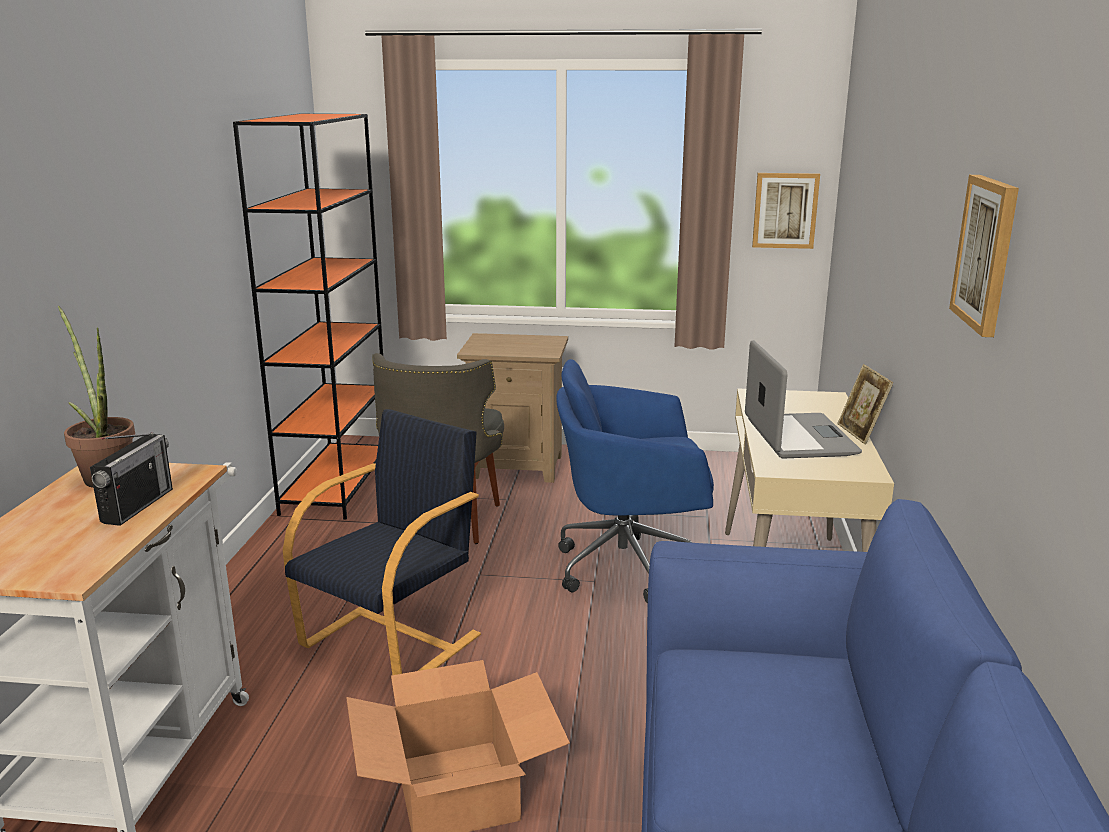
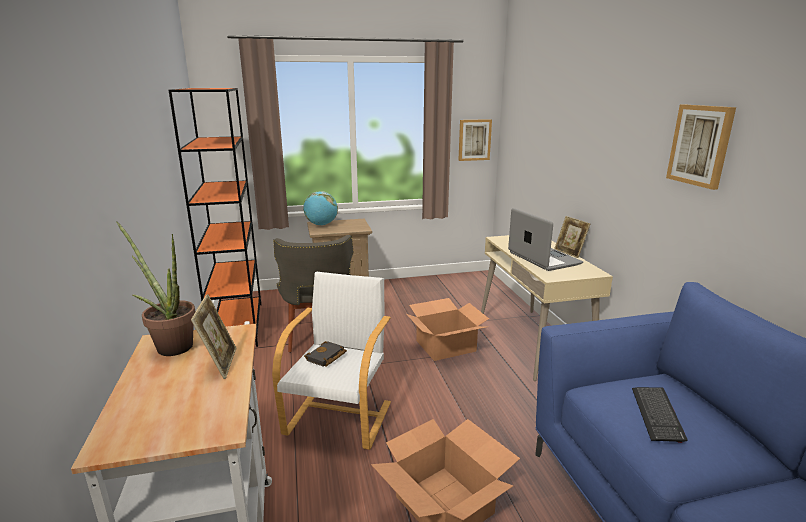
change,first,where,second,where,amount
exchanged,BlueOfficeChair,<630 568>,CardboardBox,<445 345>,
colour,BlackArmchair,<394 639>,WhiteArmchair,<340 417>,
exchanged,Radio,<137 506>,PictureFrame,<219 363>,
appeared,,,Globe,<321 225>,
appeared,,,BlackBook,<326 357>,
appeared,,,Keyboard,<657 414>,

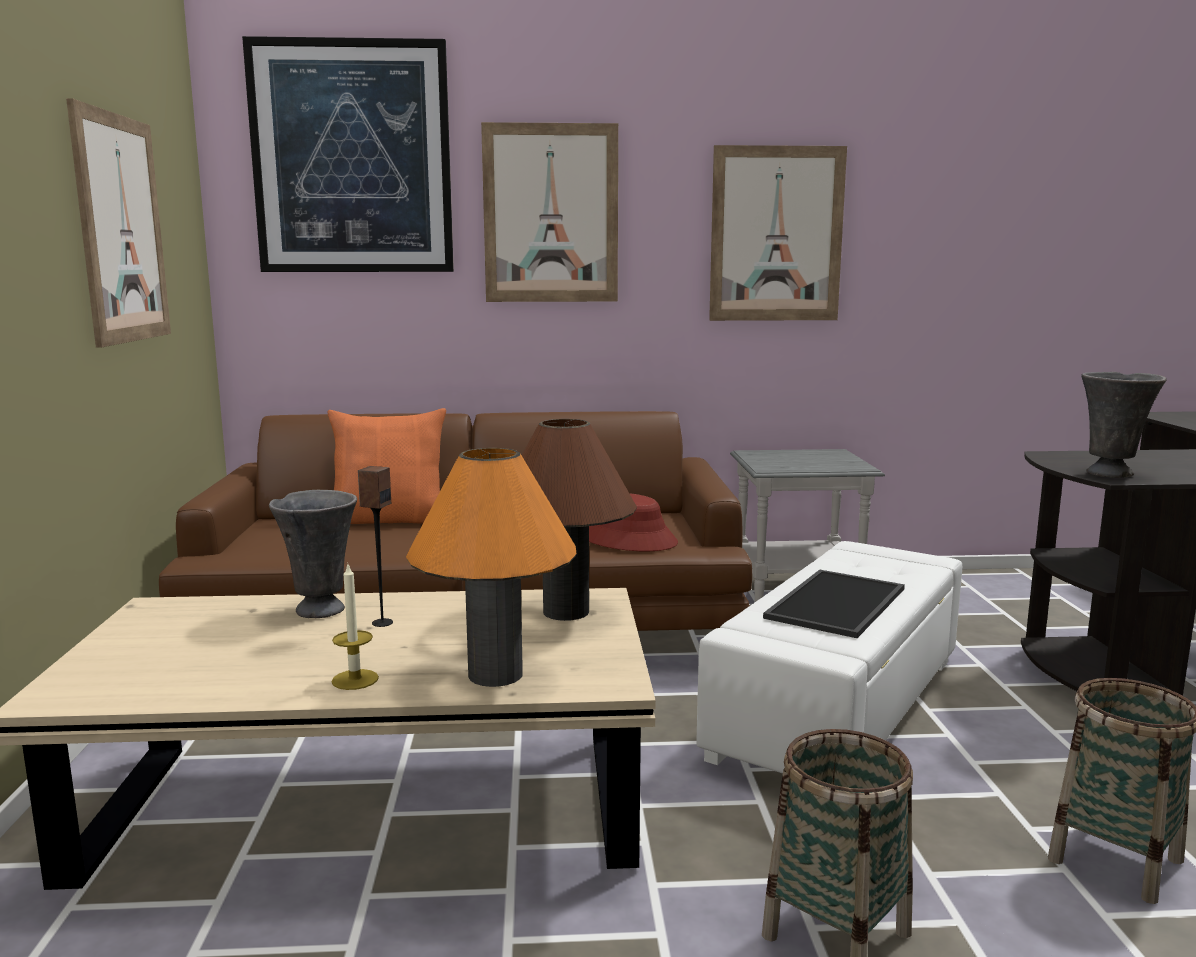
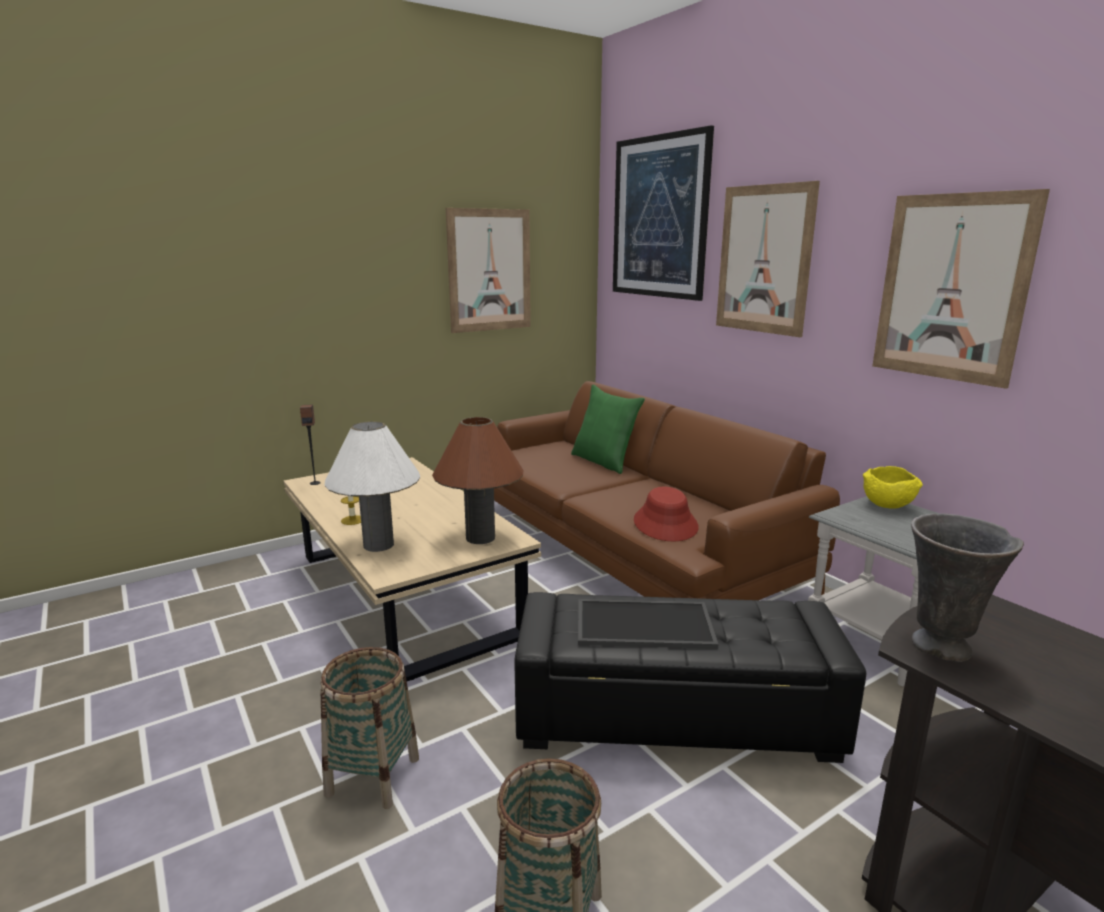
change,first,where,second,where,amount
colour,OrangePillow,<390 520>,GreenPillow,<604 462>,
colour,OrangeTableLamp,<495 674>,WhiteTableLamp,<378 545>,
relocated,Speaker,<382 623>,,<315 483>,
missing,GreyVase,<321 609>,,,
colour,WhiteOttoman,<840 706>,BlackOttoman,<674 716>,
appeared,,,YellowBowl,<888 506>,

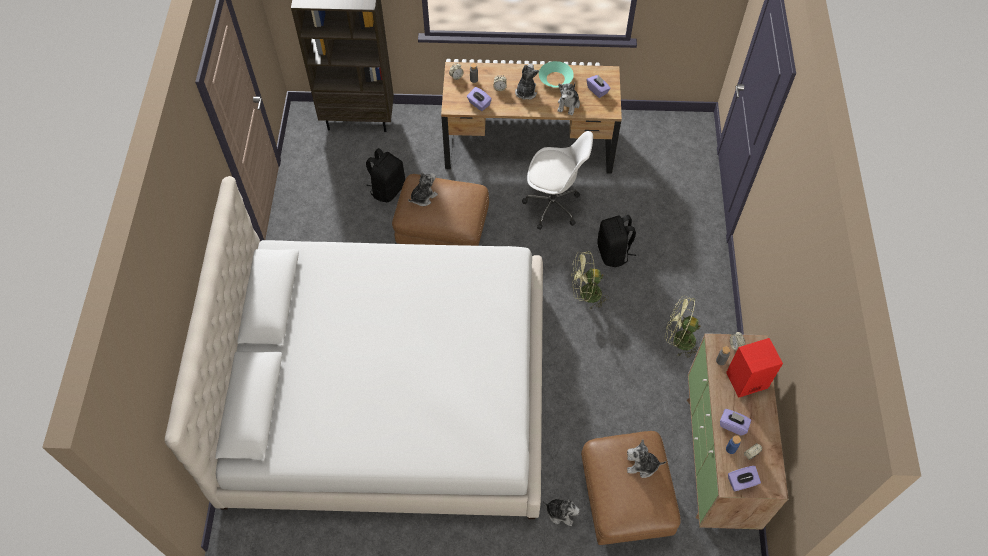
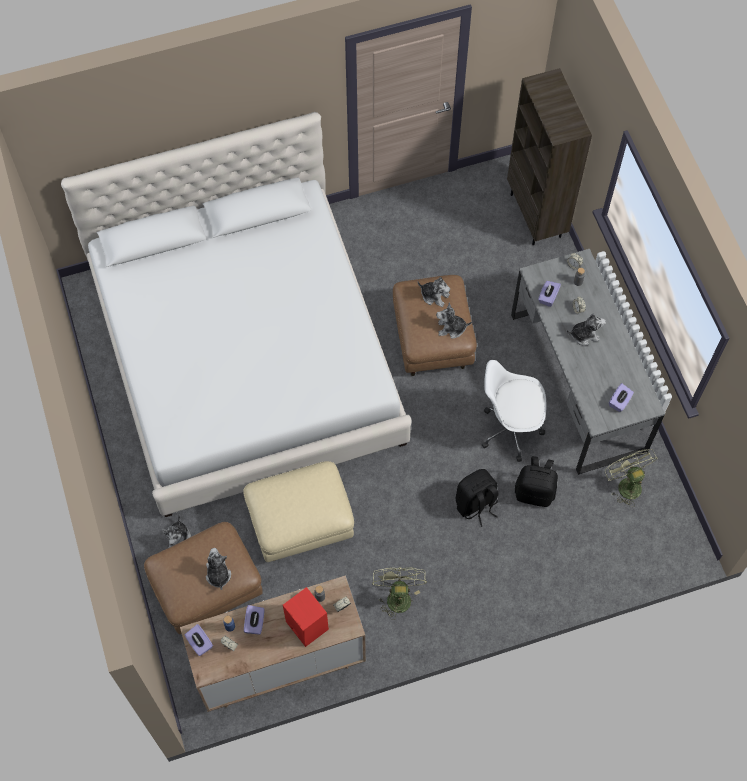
change,first,where,second,where,amount
missing,TurquoiseBowl,<555 78>,,,
colour,BrownDesk,<528 145>,GreyDesk,<577 382>,
relocated,PlushToy,<568 104>,,<451 328>,
spun,WhiteOfficeChair,<553 207>,,<509 430>,105 degrees clockwise
relocated,BlackBackpack,<387 189>,,<535 492>,
relocated,GreenFan,<585 294>,,<626 484>,
appeared,,,BeigeOttoman,<301 524>,

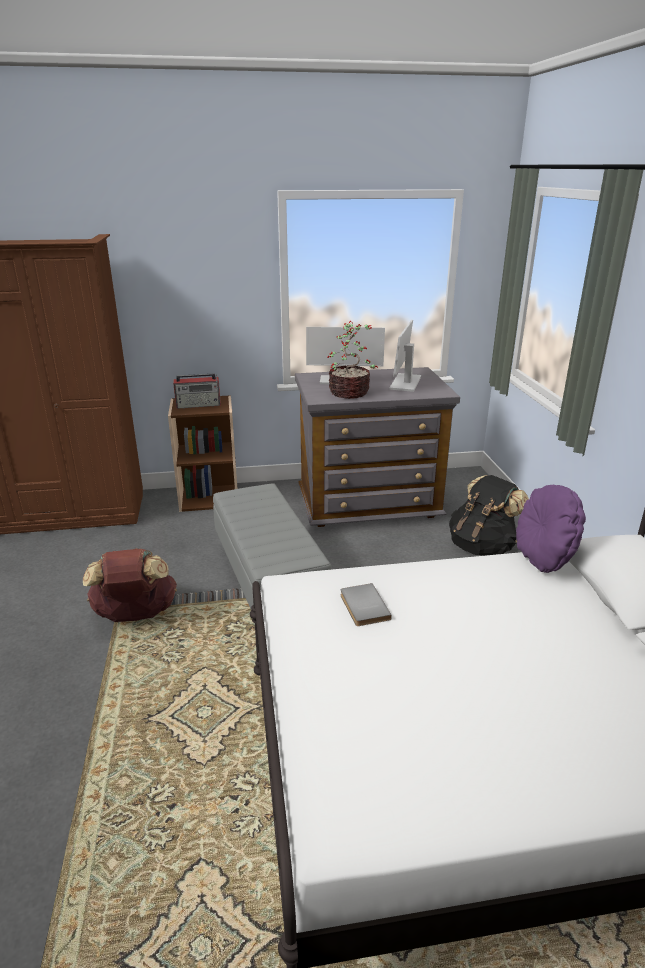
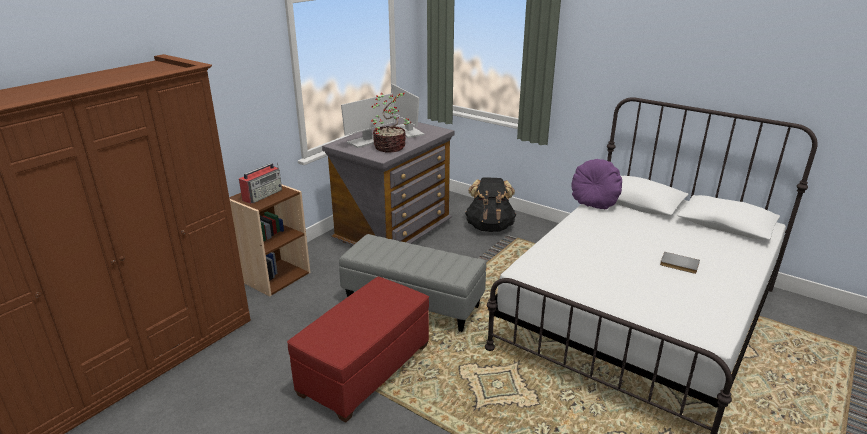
change,first,where,second,where,amount
exchanged,BrownBackpack,<135 615>,RedOttoman,<365 369>,
relocated,GreyBook,<362 607>,,<679 264>,

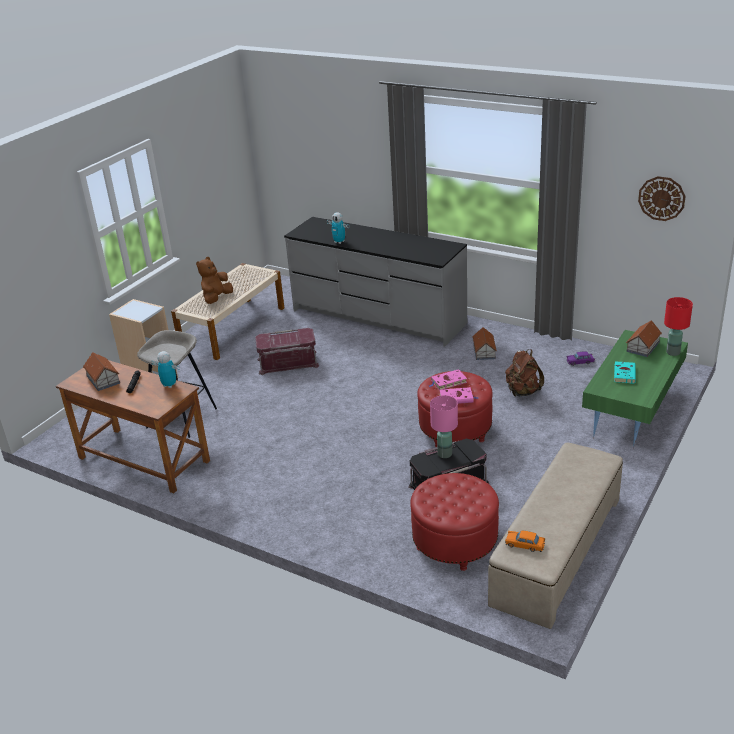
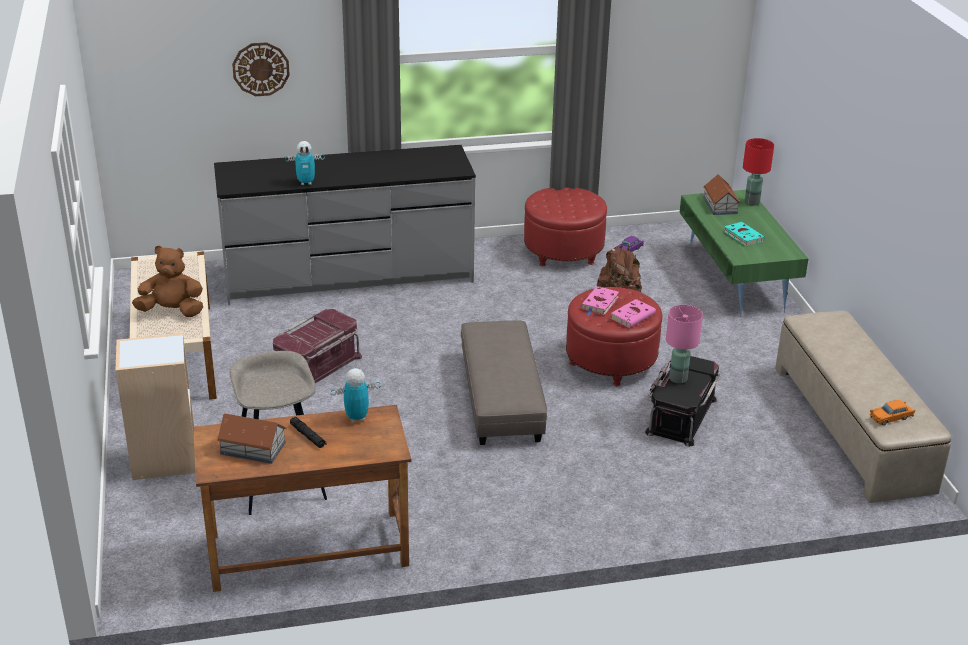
change,first,where,second,where,amount
relocated,WallClock,<661 198>,,<261 69>,
spun,BrownPlushToy,<216 298>,,<172 311>,105 degrees clockwise
missing,ToyHouse,<484 351>,,,
relocated,RedOttoman,<455 543>,,<563 252>,
appeared,,,GreyOttoman,<501 397>,

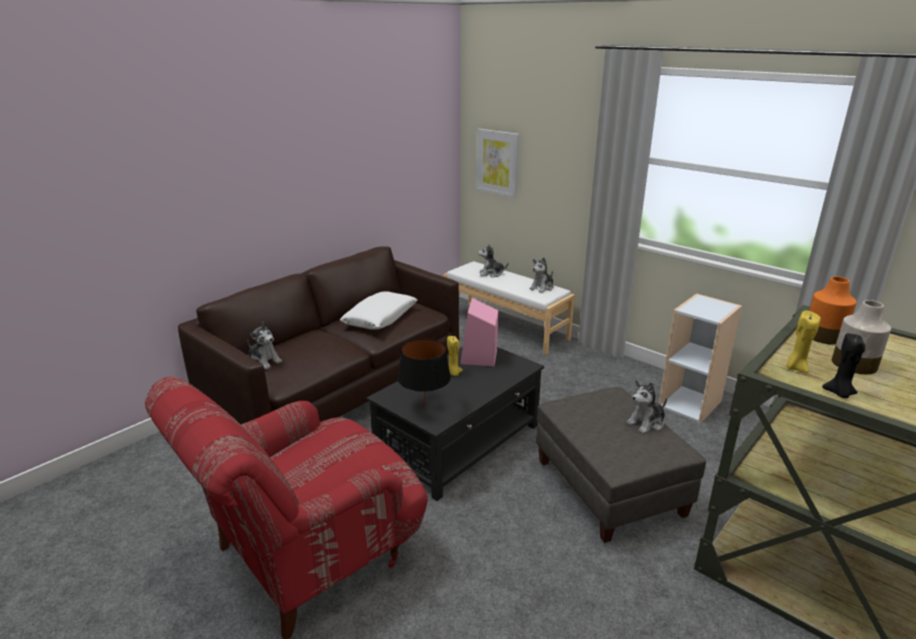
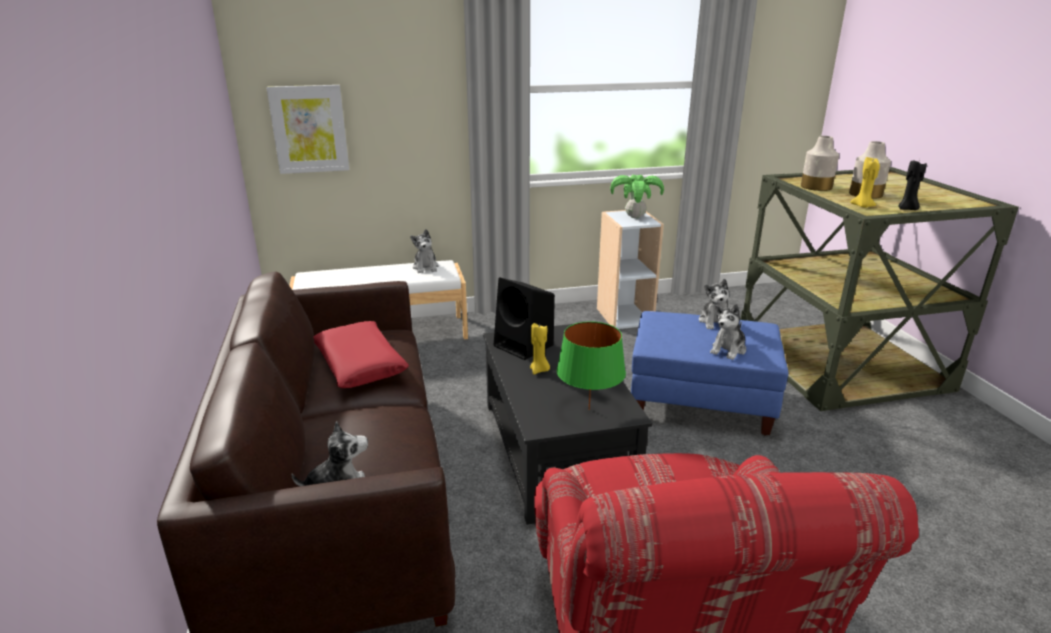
change,first,where,second,where,amount
relocated,PlushToy,<491 274>,,<728 349>,
colour,OrangeVase,<824 335>,BeigeVase,<816 186>,
colour,WhitePillow,<380 318>,RedPillow,<360 364>,
colour,PinkSpeaker,<479 357>,BlackSpeaker,<525 346>,
colour,BlackTableLamp,<425 406>,GreenTableLamp,<589 409>,
colour,GreyOttoman,<609 488>,BlueOttoman,<700 401>,
appeared,,,PottedPlant,<635 217>,

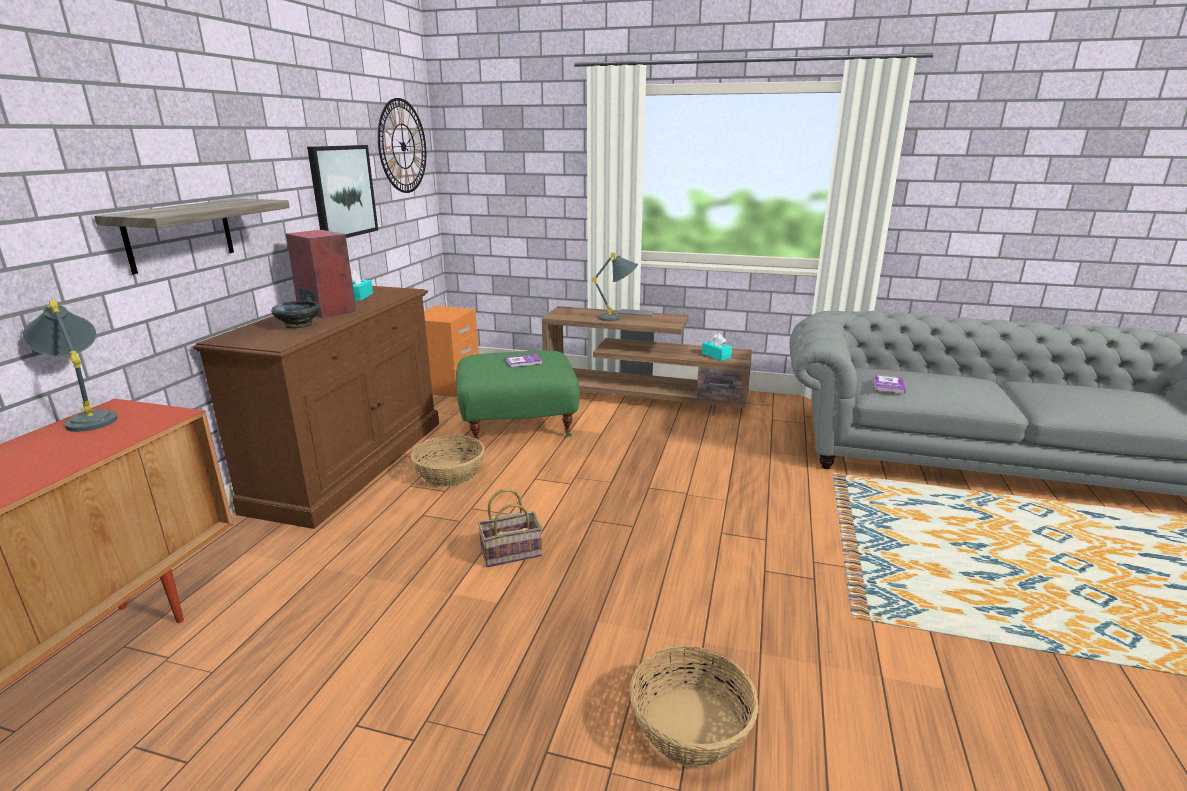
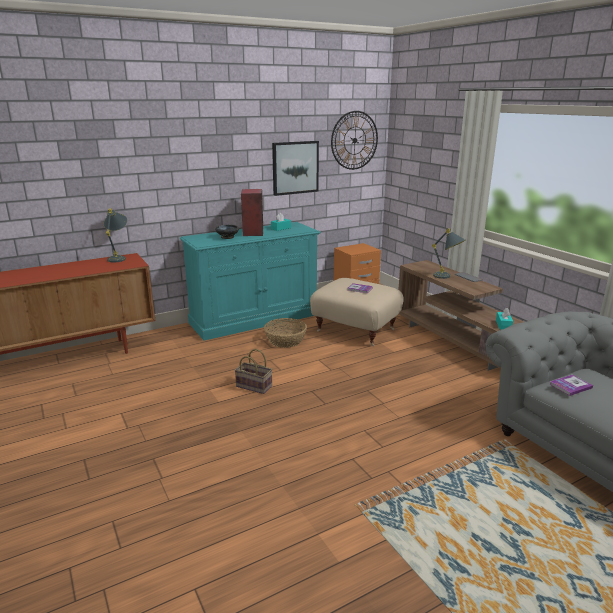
change,first,where,second,where,amount
missing,Shelf,<180 234>,,,
colour,BrownCabinet,<353 462>,TurquoiseCabinet,<256 319>,
colour,GreenOttoman,<519 425>,BeigeOttoman,<356 330>,
missing,Basket,<689 725>,,,

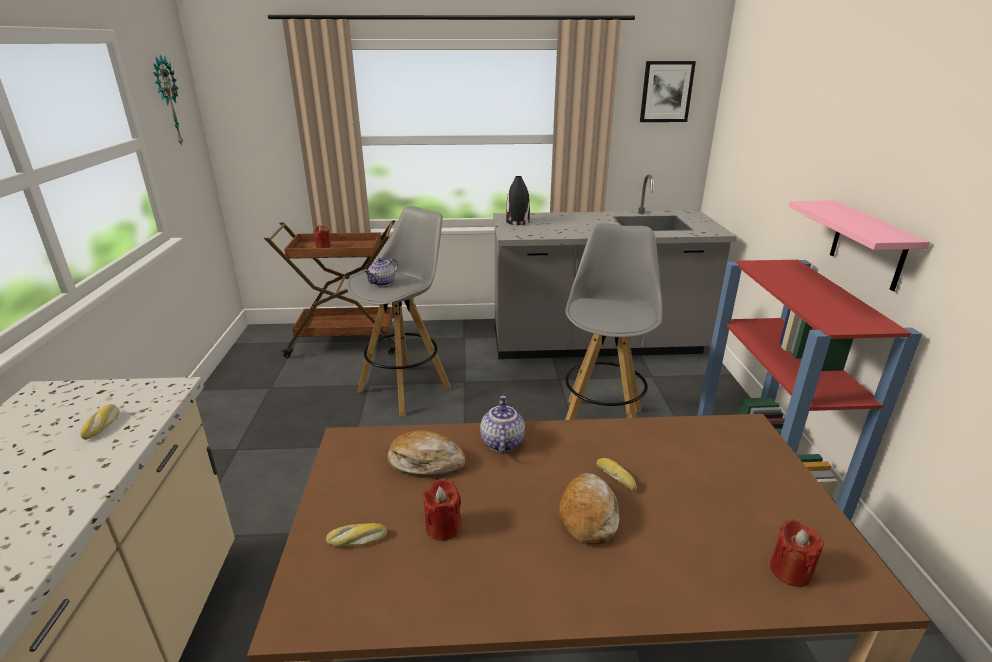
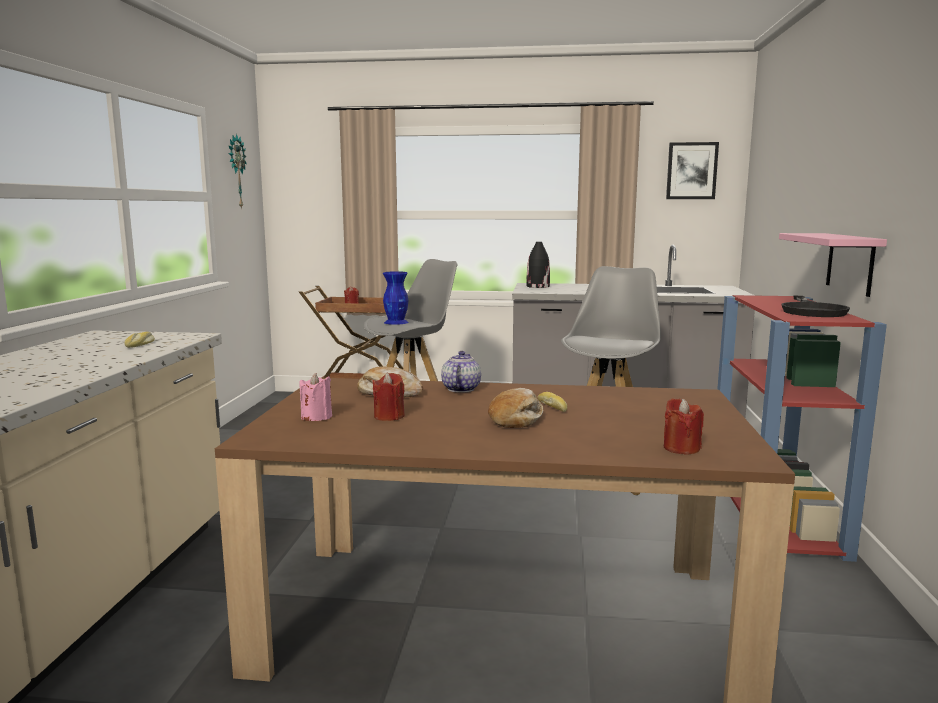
change,first,where,second,where,amount
exchanged,Teapot,<382 283>,BlueVase,<396 322>,
exchanged,Bread,<357 540>,PinkCandle,<316 417>,
appeared,,,BlackFryingPan,<812 311>,

